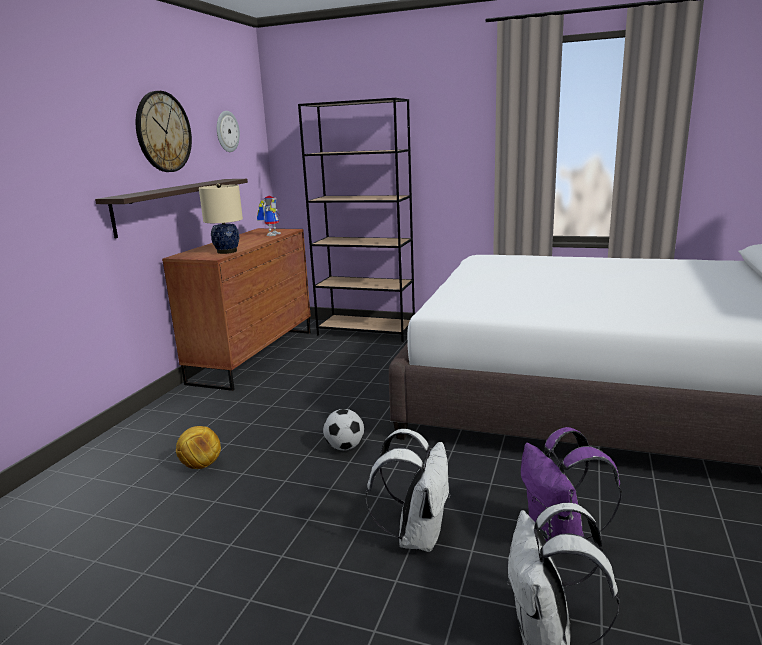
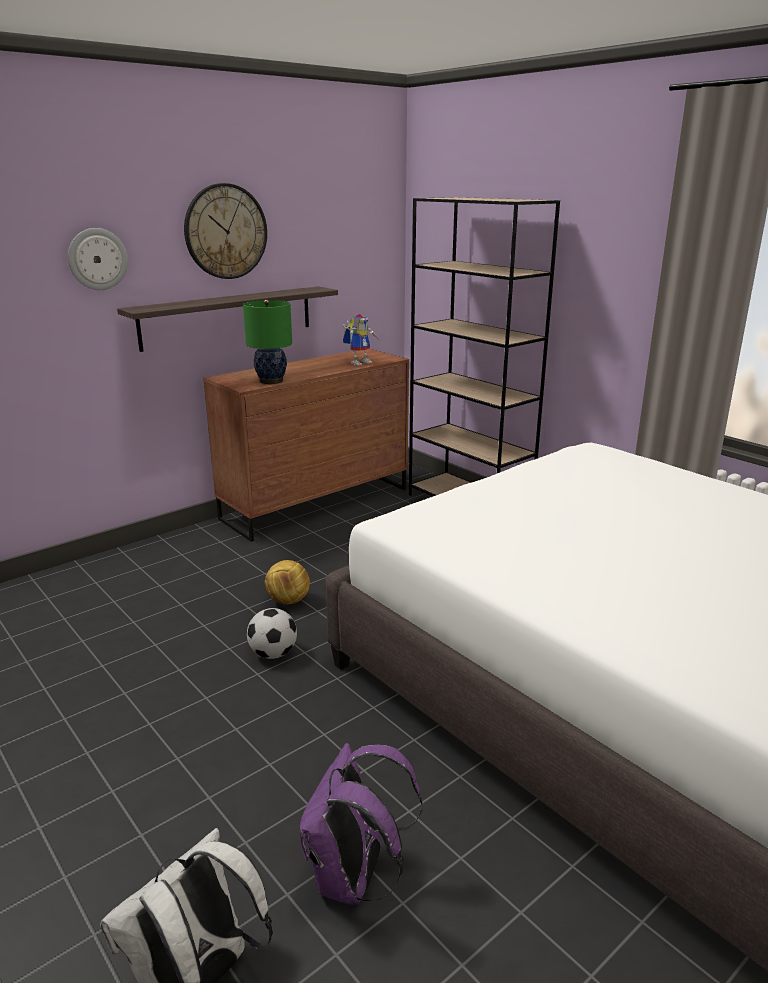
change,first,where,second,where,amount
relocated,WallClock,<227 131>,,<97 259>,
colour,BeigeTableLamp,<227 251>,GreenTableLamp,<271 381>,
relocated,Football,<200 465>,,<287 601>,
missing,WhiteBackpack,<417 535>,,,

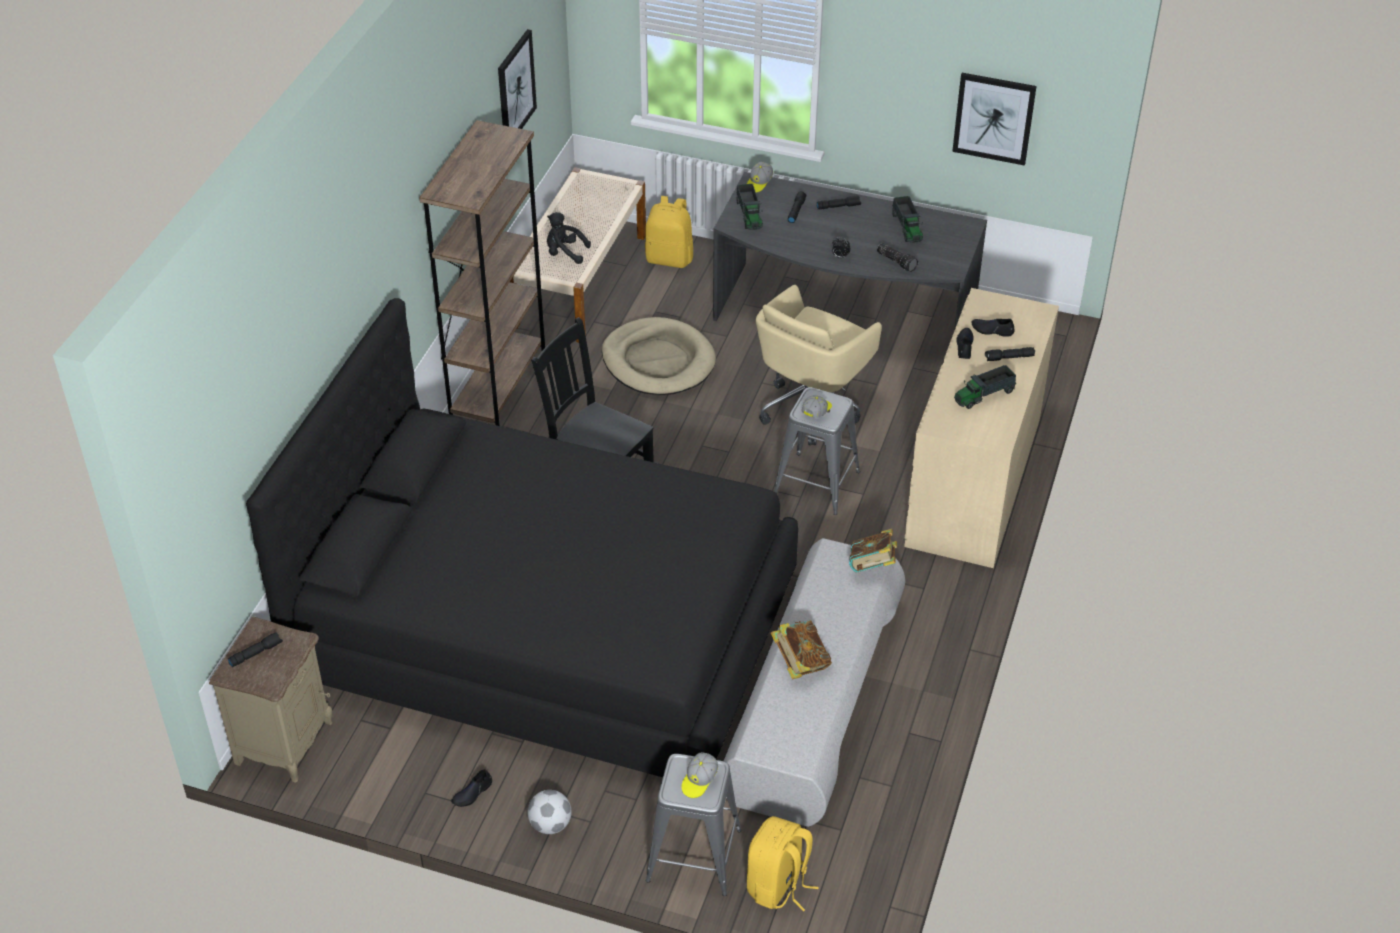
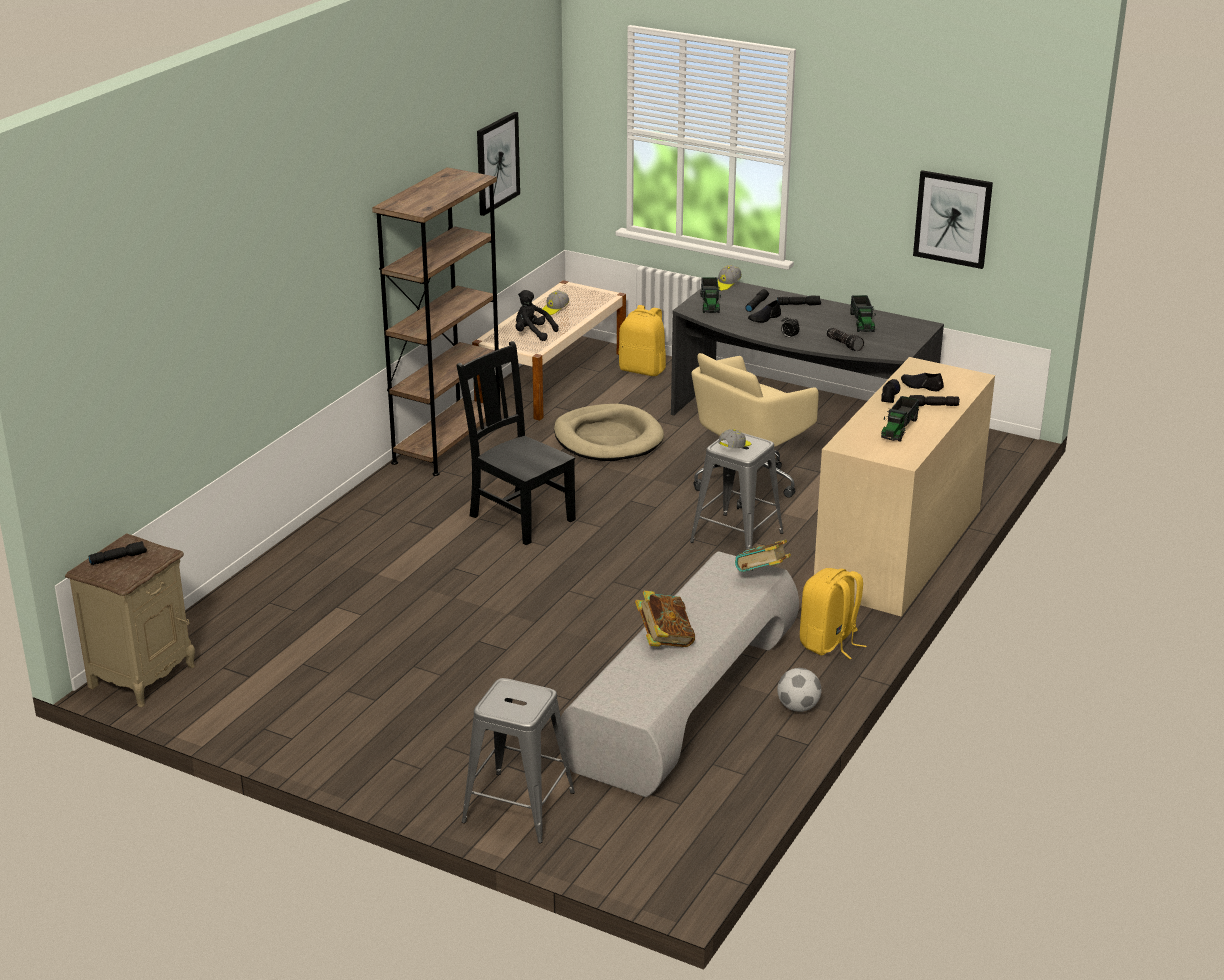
change,first,where,second,where,amount
missing,BlackBed,<545 629>,,,
spun,ToyTruck,<984 395>,,<899 429>,45 degrees counterclockwise
relocated,Cap,<699 780>,,<555 309>,
relocated,BlackShoe,<472 793>,,<764 318>,
relocated,Football,<550 825>,,<798 707>,
relocated,YellowBackpack,<778 886>,,<829 643>,

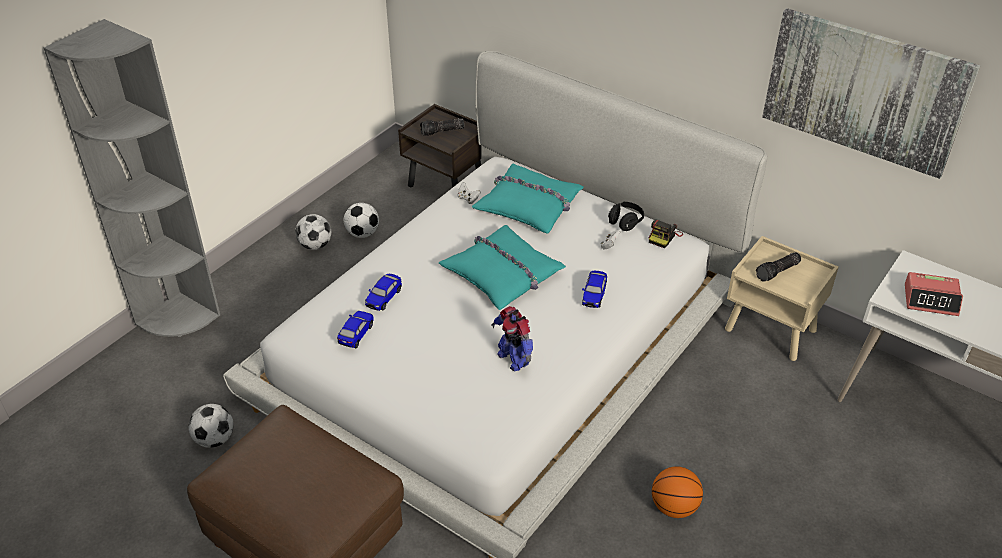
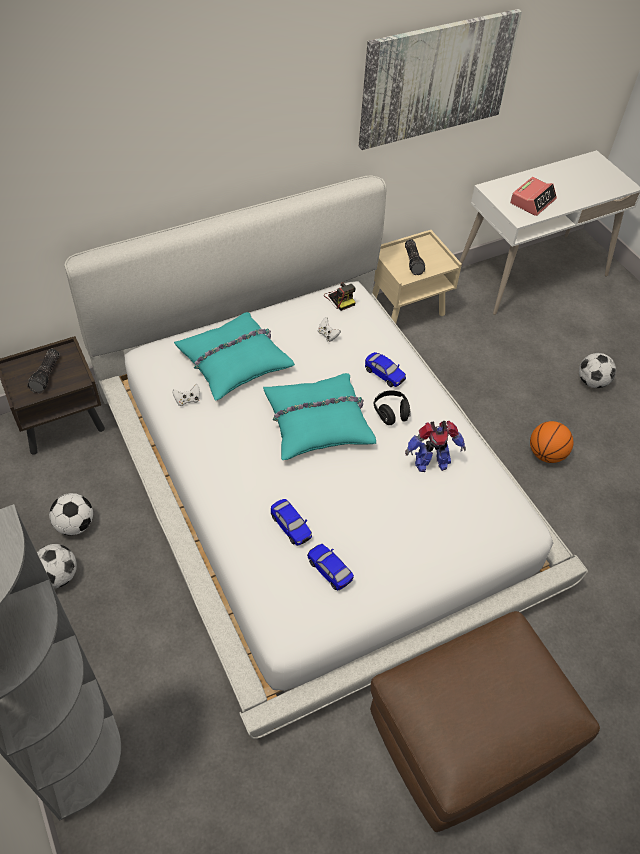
change,first,where,second,where,amount
relocated,BlackHeadphones,<625 222>,,<391 413>,
relocated,Football,<215 439>,,<592 382>,

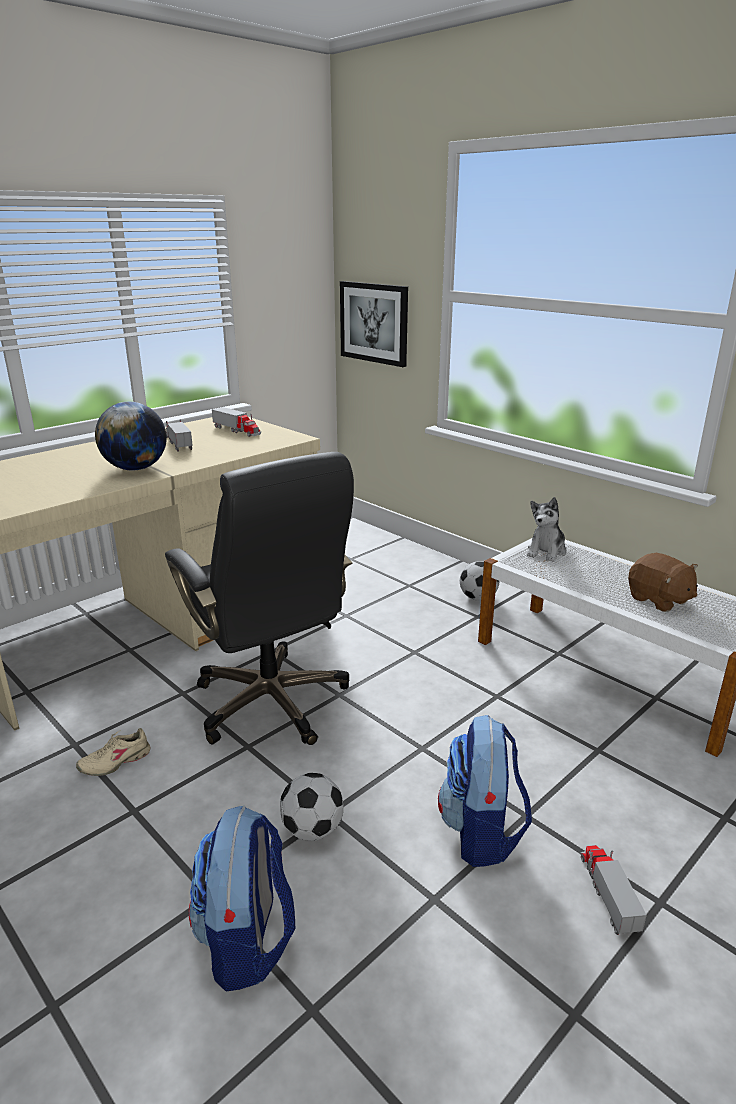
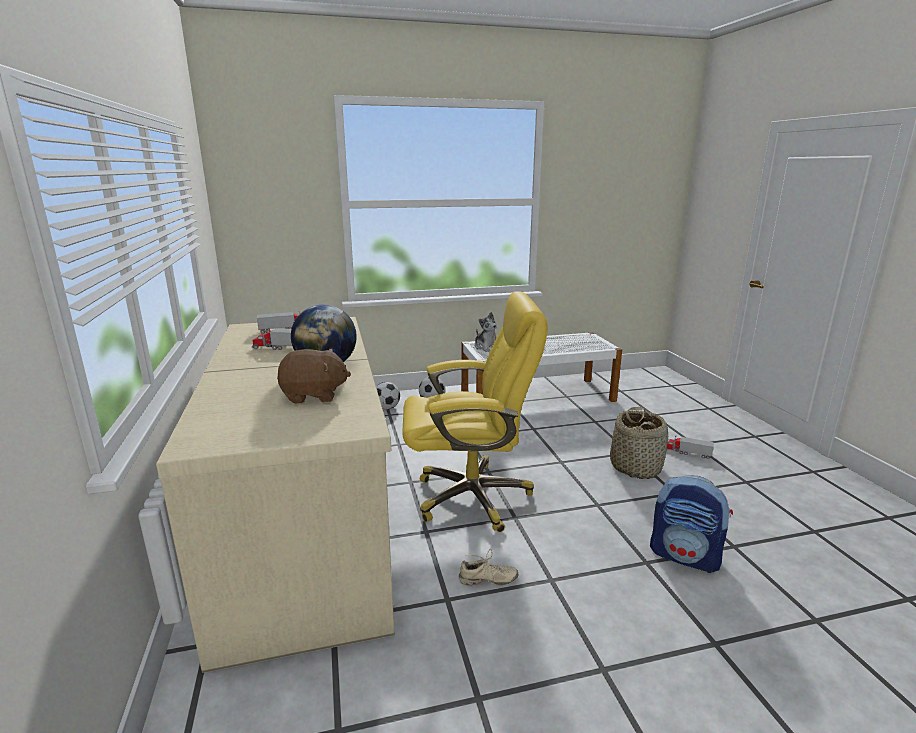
change,first,where,second,where,amount
missing,Picture,<374 323>,,,
colour,BlackOfficeChair,<268 699>,YellowOfficeChair,<469 497>,
relocated,BrownPlushToy,<658 600>,,<314 395>,
exchanged,Backpack,<481 833>,Basket,<636 467>,
spun,BeigeShoe,<115 761>,,<488 580>,90 degrees counterclockwise
relocated,Football,<312 830>,,<386 408>,

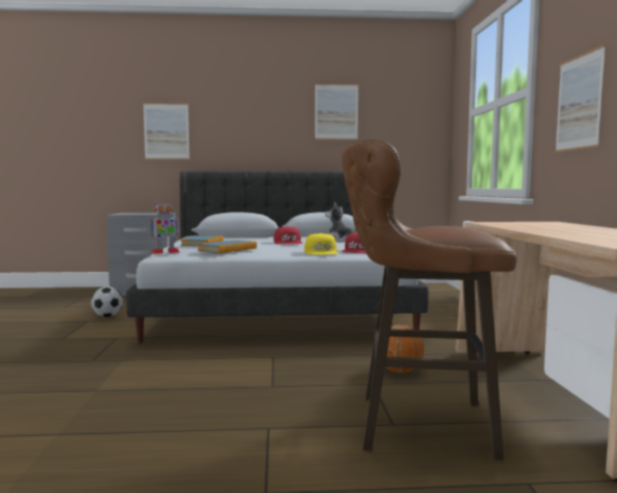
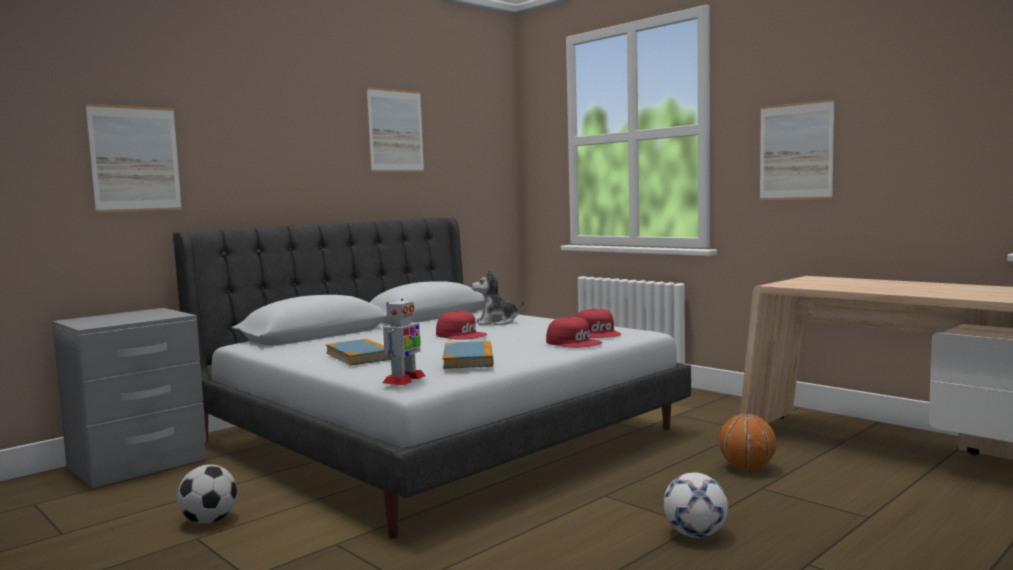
change,first,where,second,where,amount
missing,BrownStool,<417 424>,,,
colour,YellowCap,<322 252>,RedCap,<574 342>,
appeared,,,Football,<695 534>,

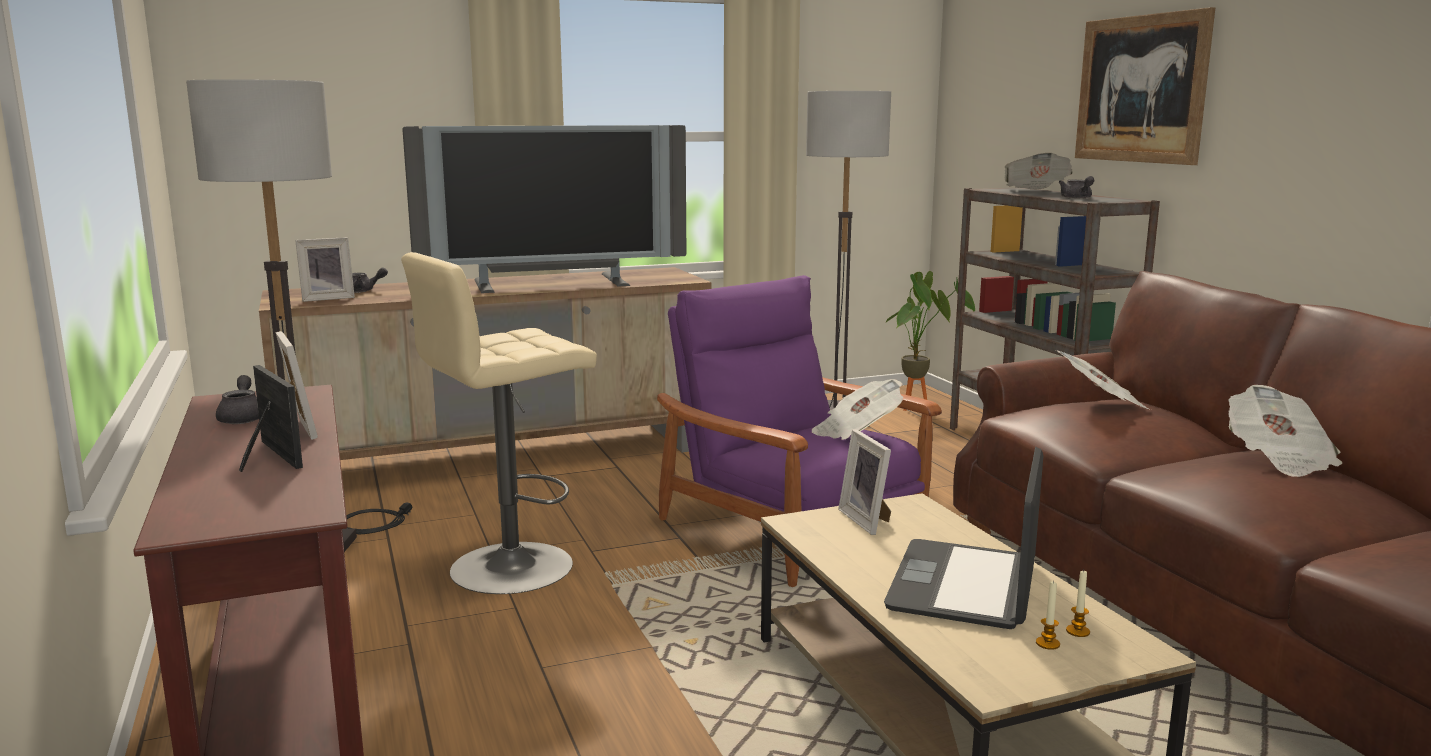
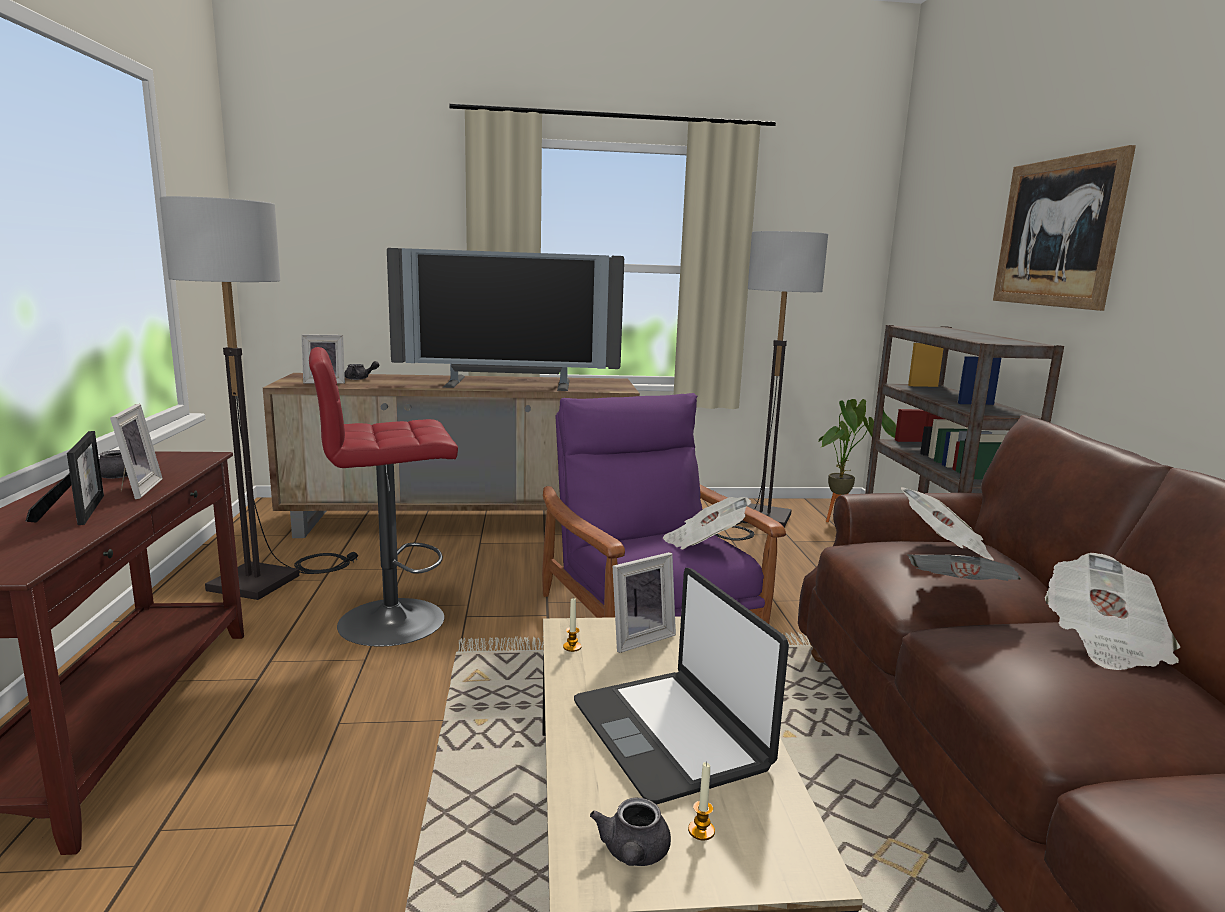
change,first,where,second,where,amount
relocated,Newspaper,<1036 192>,,<958 595>,
relocated,GreyTeapot,<1077 198>,,<633 854>,
colour,BeigeStool,<510 568>,RedStool,<390 621>,
spun,PictureFrame,<868 520>,,<639 638>,120 degrees counterclockwise
spun,Laptop,<965 586>,,<671 734>,60 degrees counterclockwise
relocated,Candle,<1077 631>,,<572 647>,

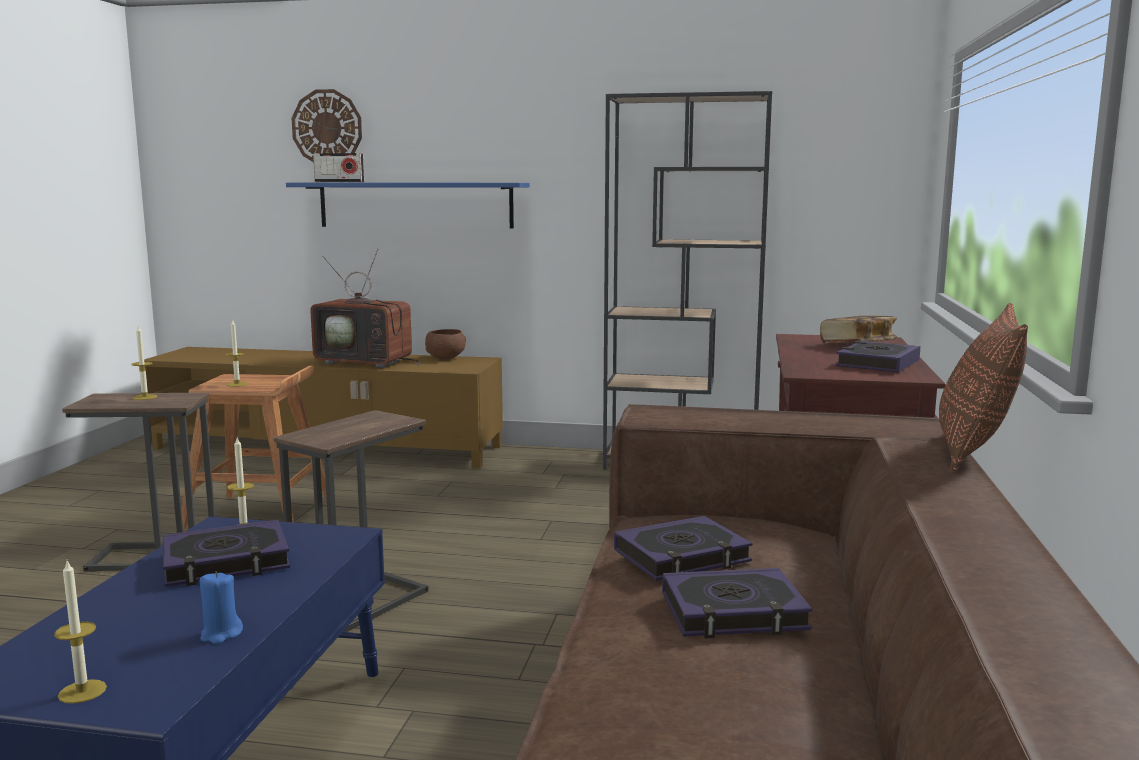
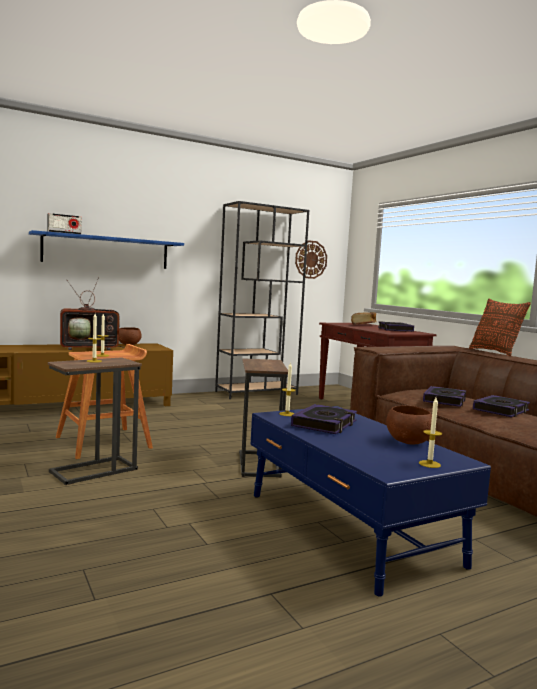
change,first,where,second,where,amount
relocated,WallClock,<327 128>,,<311 259>,
exchanged,BlueCandle,<221 634>,BrownBowl,<408 441>,

